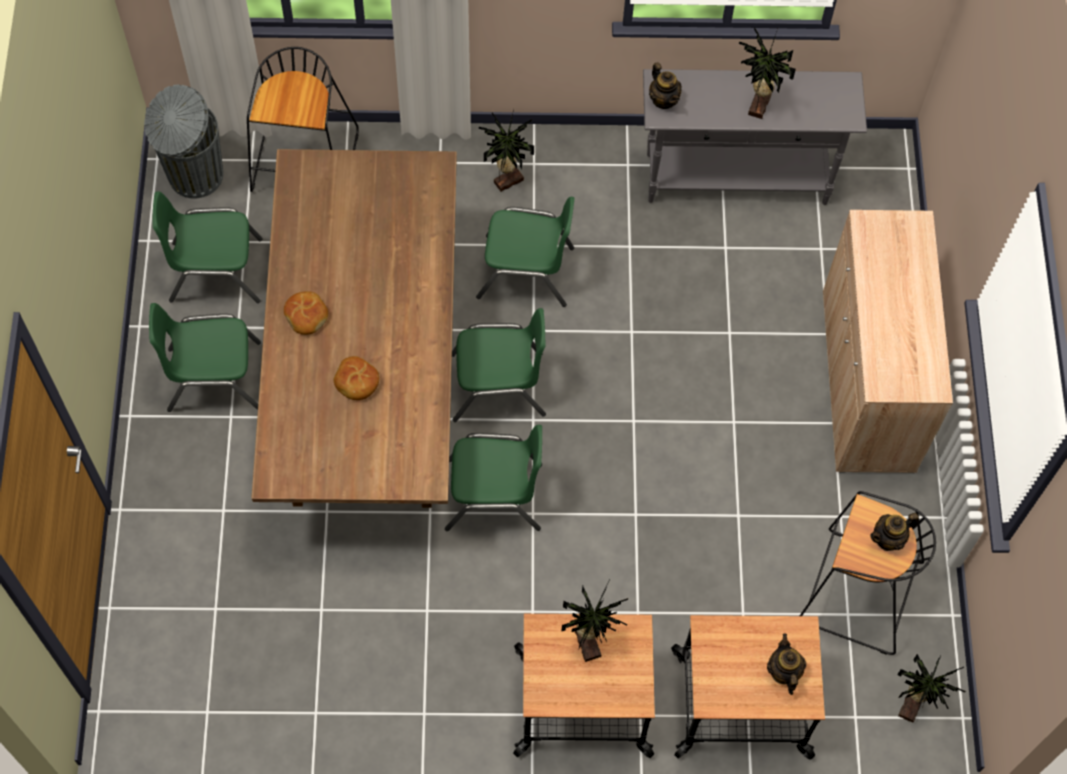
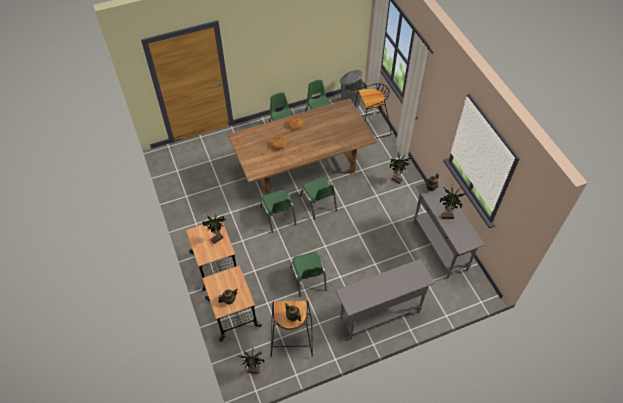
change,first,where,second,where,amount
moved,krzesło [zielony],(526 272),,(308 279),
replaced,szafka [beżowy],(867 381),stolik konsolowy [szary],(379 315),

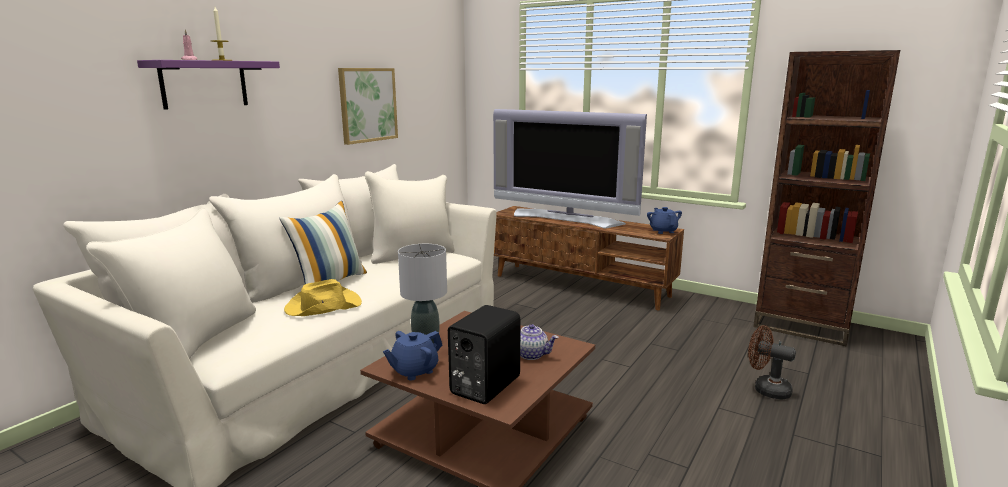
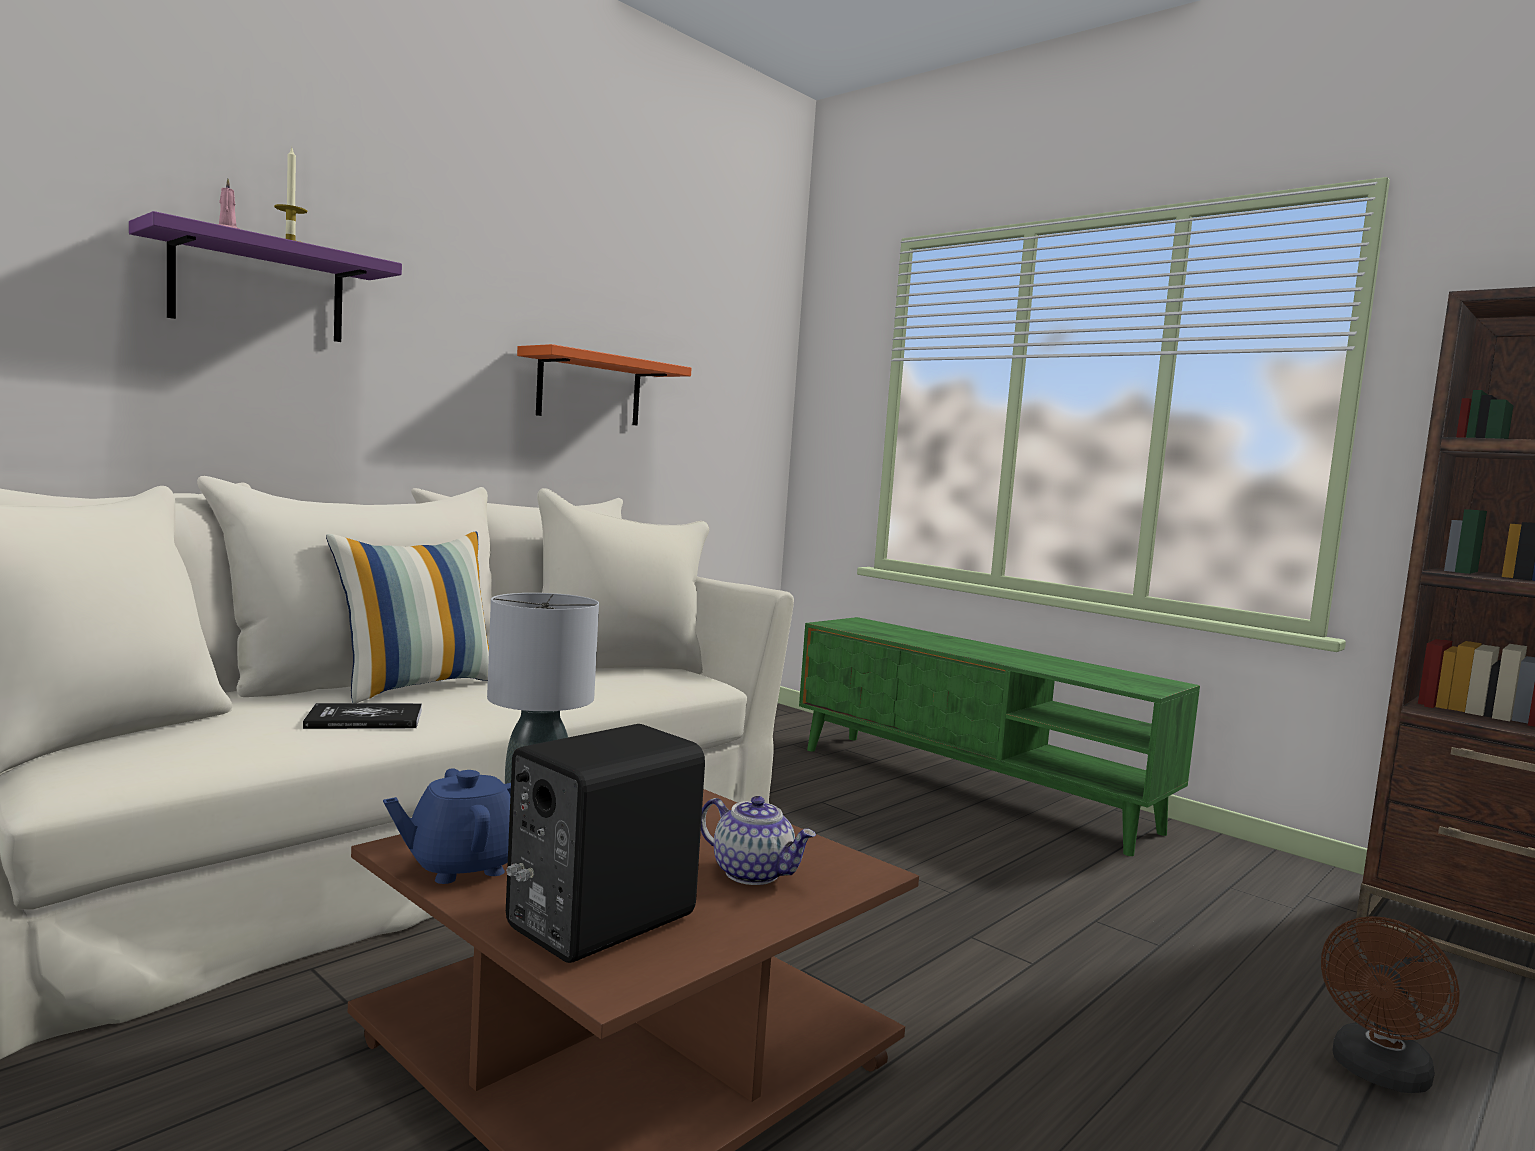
change,first,where,second,where,amount
replaced,obraz,(368 105),półka [pomarańczowy],(589 389),
removed,telewizor,(566 218),,,
recoloured,szafka pod telewizor [brązowy],(581 285),szafka pod telewizor [zielony],(971 788),
removed,imbryk [niebieski],(663 231),,,
replaced,kapelusz [żółty],(322 306),książka,(365 719),
turned,wentylator [brązowy],(766 389),,(1378 1074),90 degrees counterclockwise

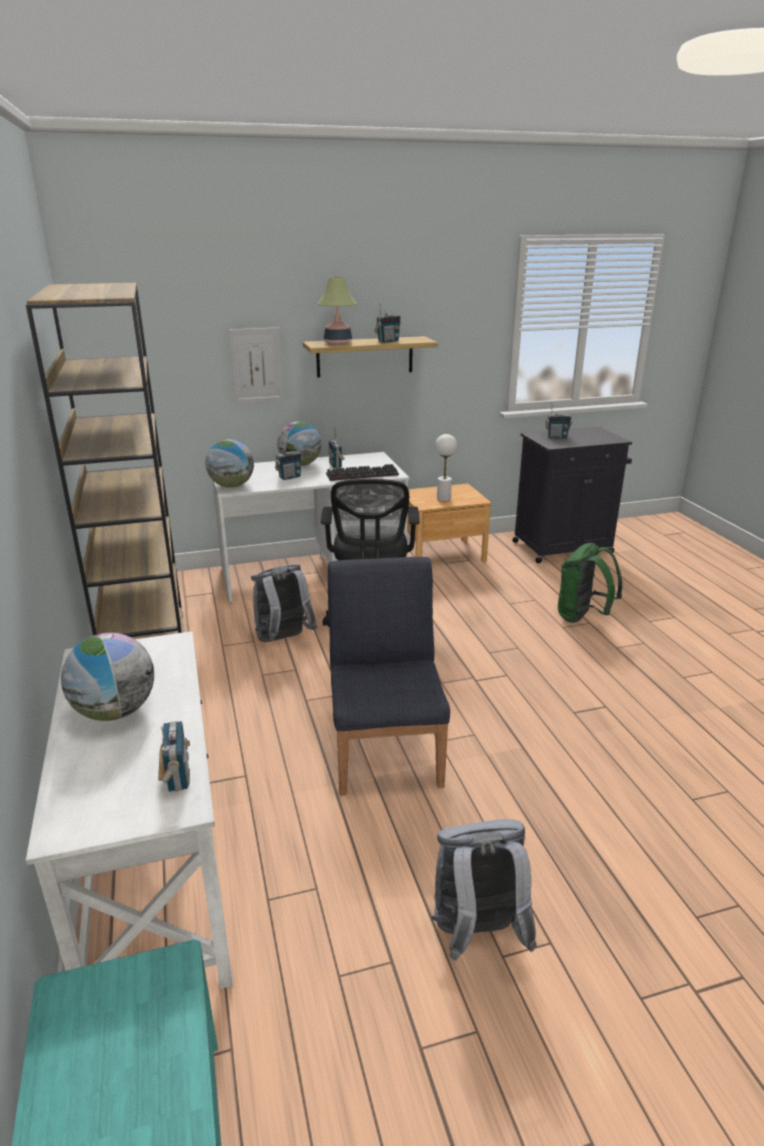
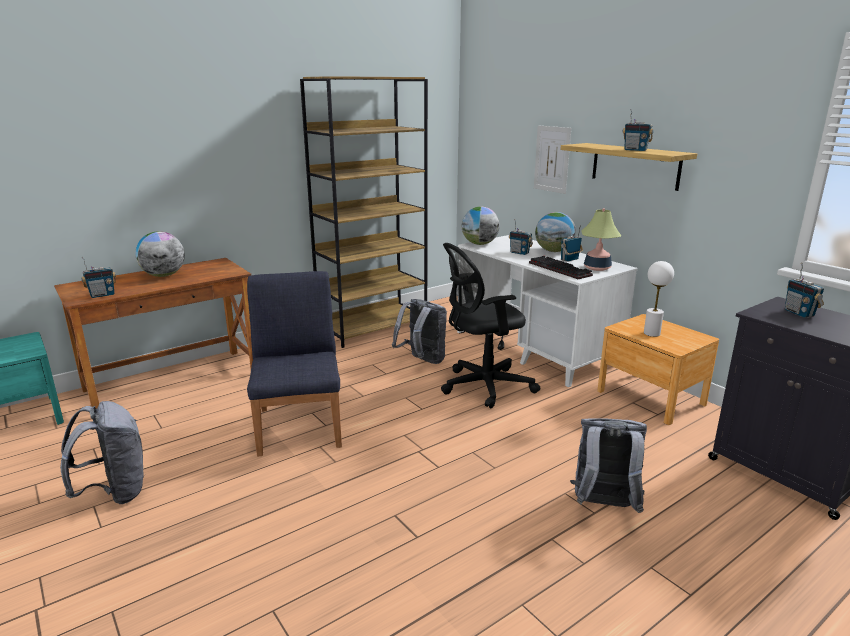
change,first,where,second,where,amount
moved,lampa stołowa,(338 342),,(597 268),
recoloured,plecak [zielony],(582 617),plecak [szary],(603 506),
turned,krzesło [niebieski],(386 750),,(300 426),75 degrees counterclockwise
recoloured,biurko [biały],(155 877),biurko [brązowy],(173 381),

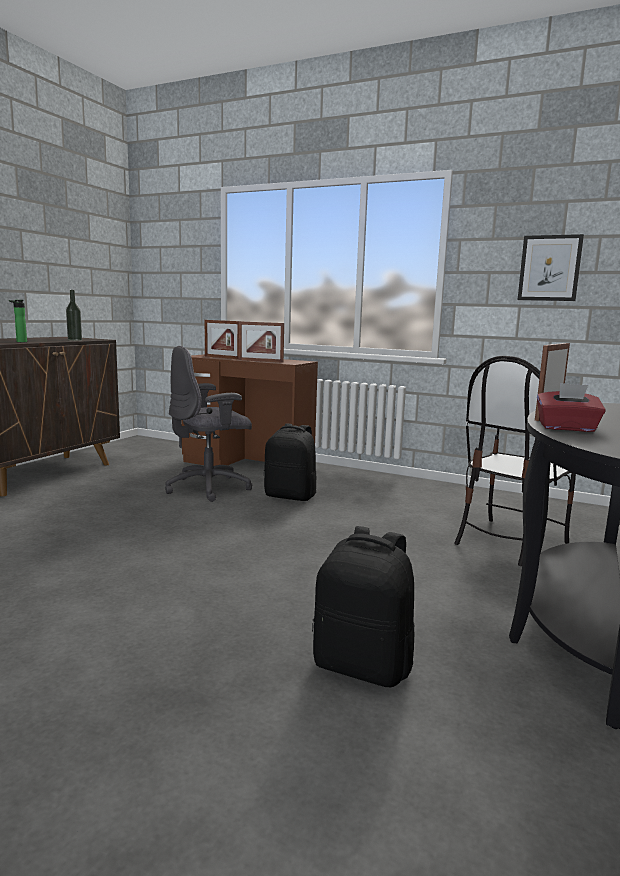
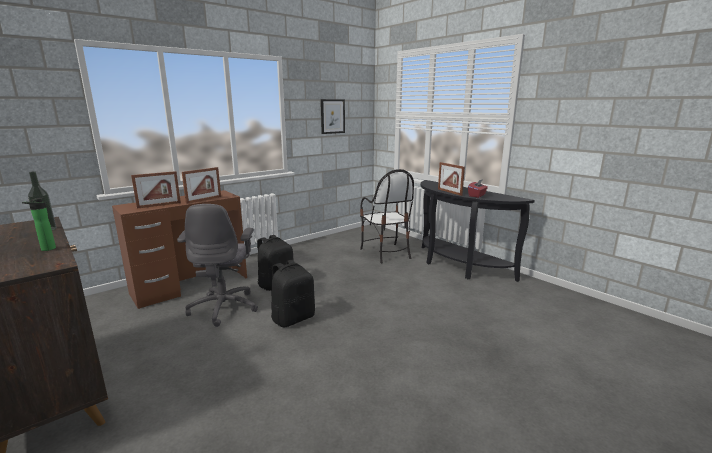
change,first,where,second,where,amount
moved,plecak [czarny],(363 665),,(293 318),

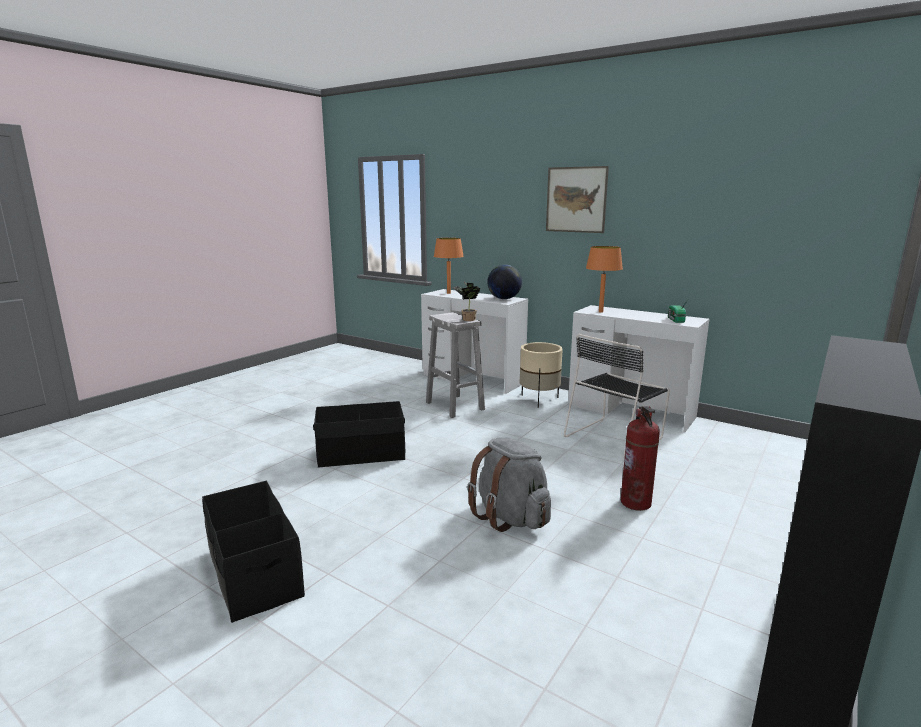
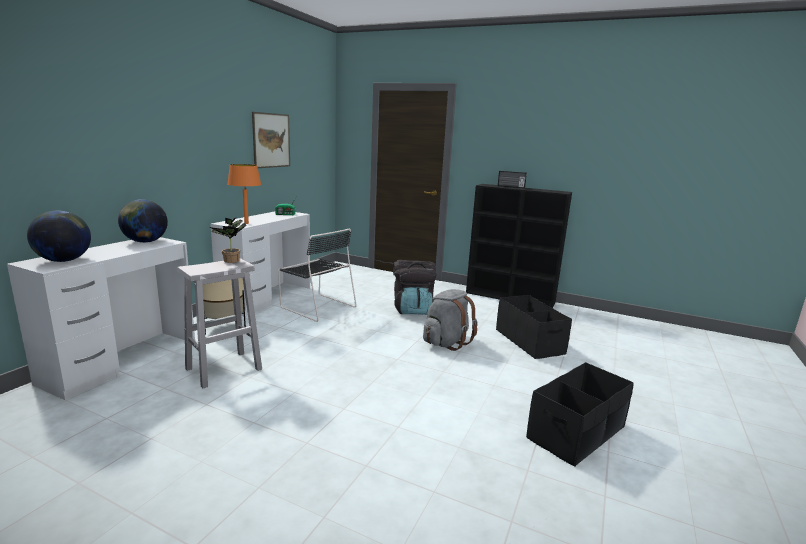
change,first,where,second,where,amount
moved,obraz,(576 199),,(271 140),
replaced,lampa stołowa [pomarańczowy],(448 293),globus,(64 260),
moved,pojemnik do przechowywania [czarny],(361 454),,(529 341),
replaced,gaśnica,(635 503),plecak [czarny],(412 310),
added,,,radio,(511 187),

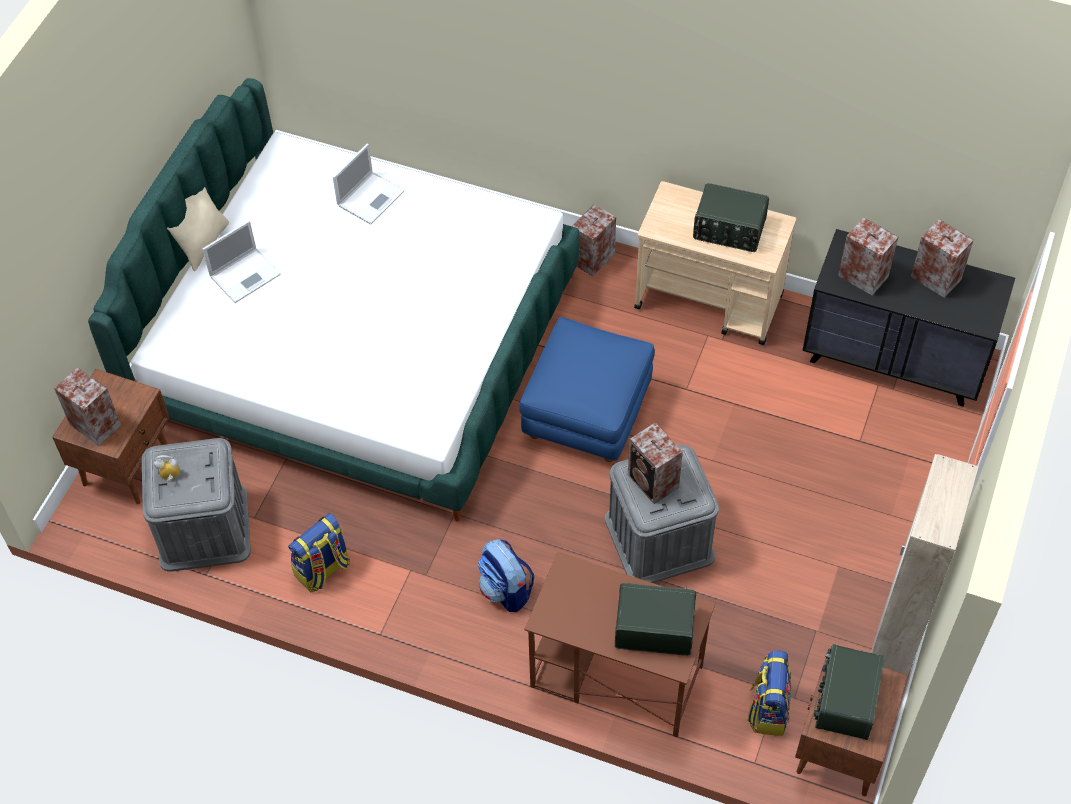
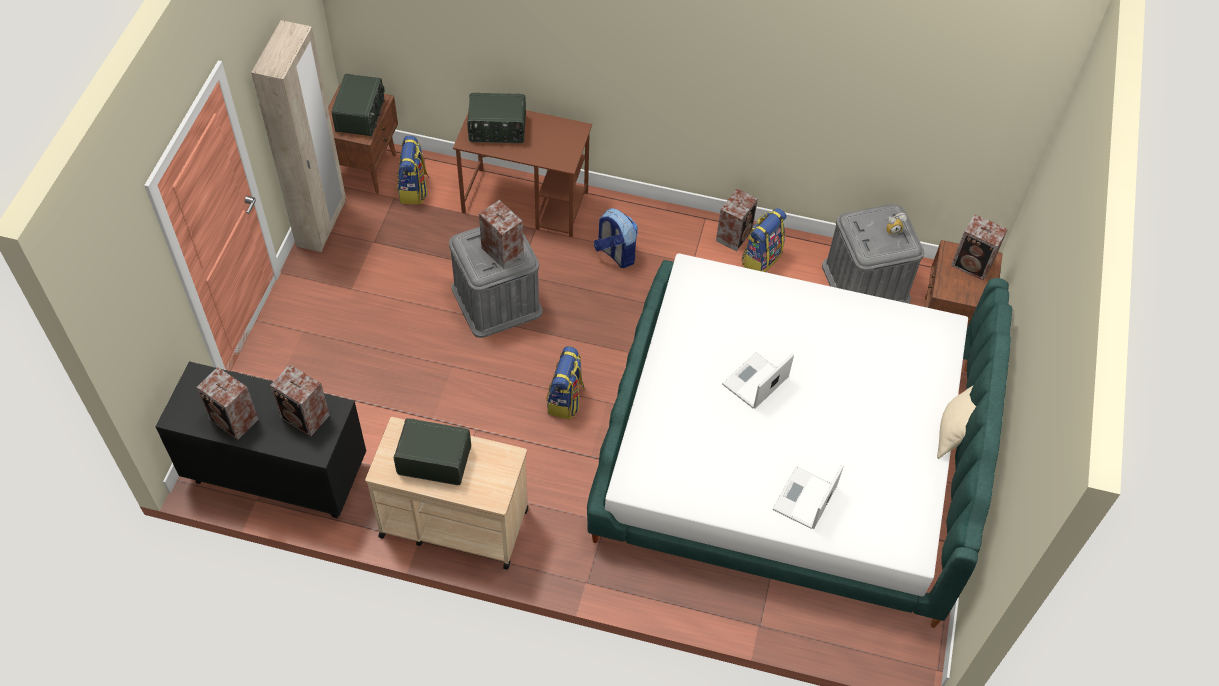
change,first,where,second,where,amount
moved,głośnik,(591 259),,(735 235),
moved,laptop,(246 274),,(754 382),
replaced,pufa [niebieski],(586 413),plecak,(565 400),

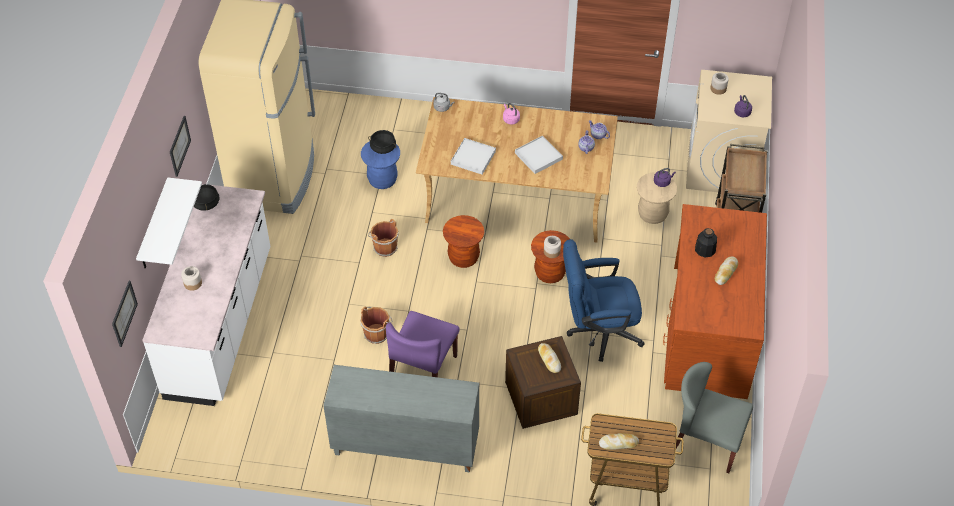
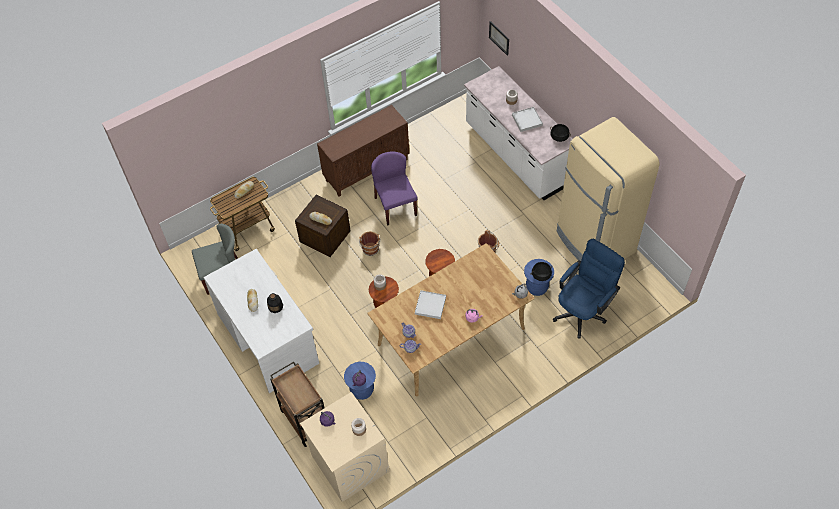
change,first,where,second,where,amount
removed,obraz,(179 146),,,
moved,taca [biały],(473 157),,(527 120),
recoloured,stołek [beżowy],(652 214),stołek [niebieski],(362 390),
removed,półka [biały],(154 226),,,
recoloured,biurko [brązowy],(708 331),biurko [biały],(268 337),
moved,krzesło biurowe [niebieski],(598 332),,(583 310),
moved,wiadro [brązowy],(377 333),,(371 250),
recoloured,szafka [szary],(404 446),szafka [brązowy],(367 169),

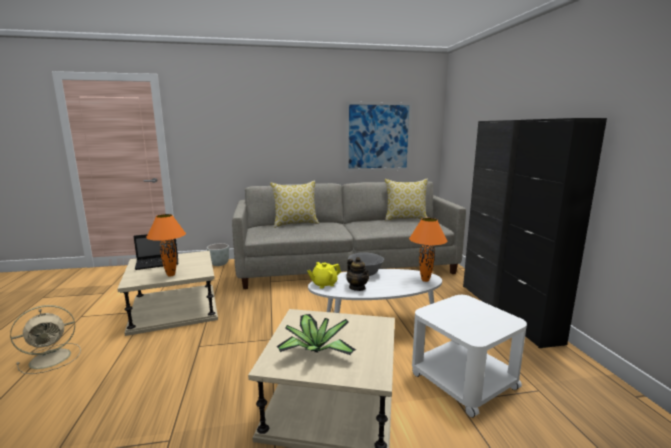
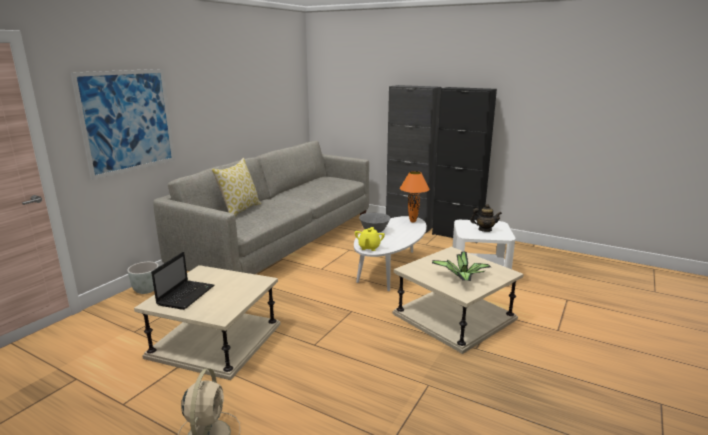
change,first,where,second,where,amount
moved,obraz,(378 137),,(128 121),
removed,poduszka,(405 219),,,
removed,lampa stołowa [pomarańczowy],(171 275),,,
moved,imbryk,(357 288),,(484 230),

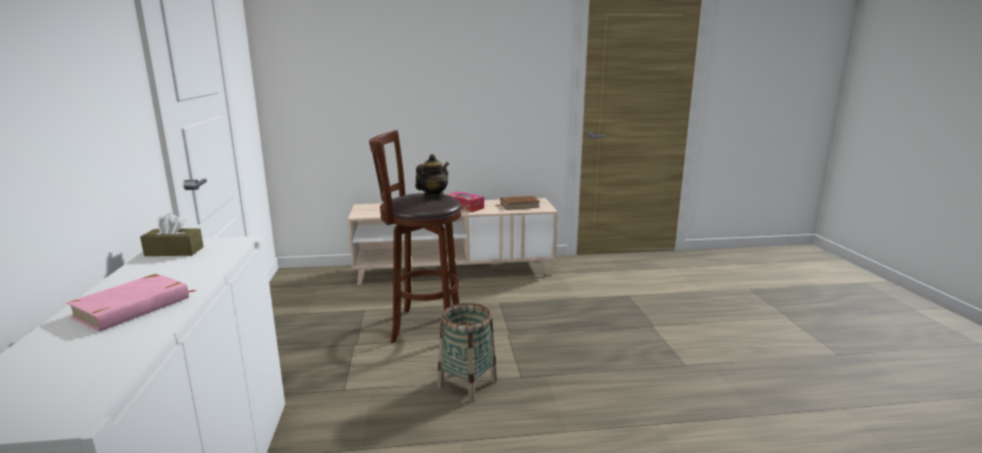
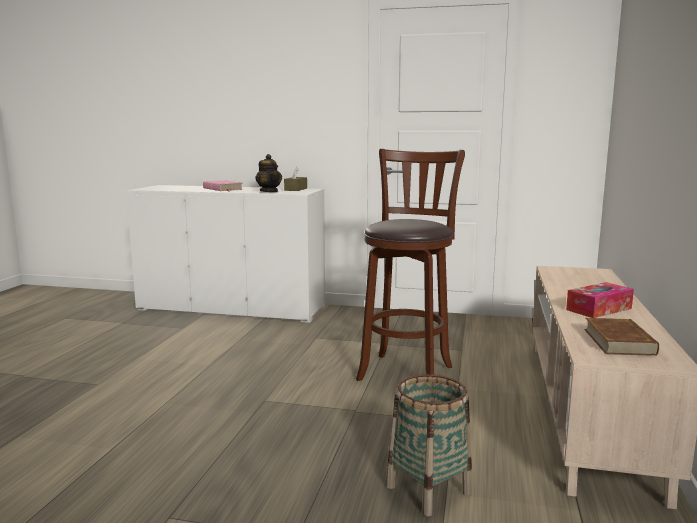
change,first,where,second,where,amount
moved,imbryk,(433 197),,(269 191),
moved,koszyk,(467 383),,(428 490),

